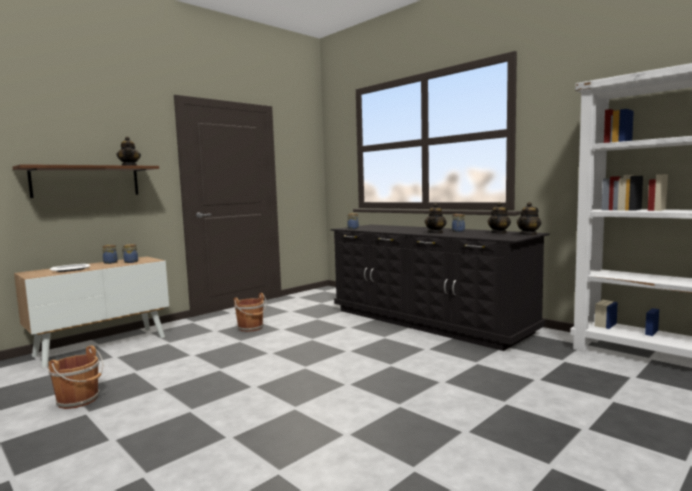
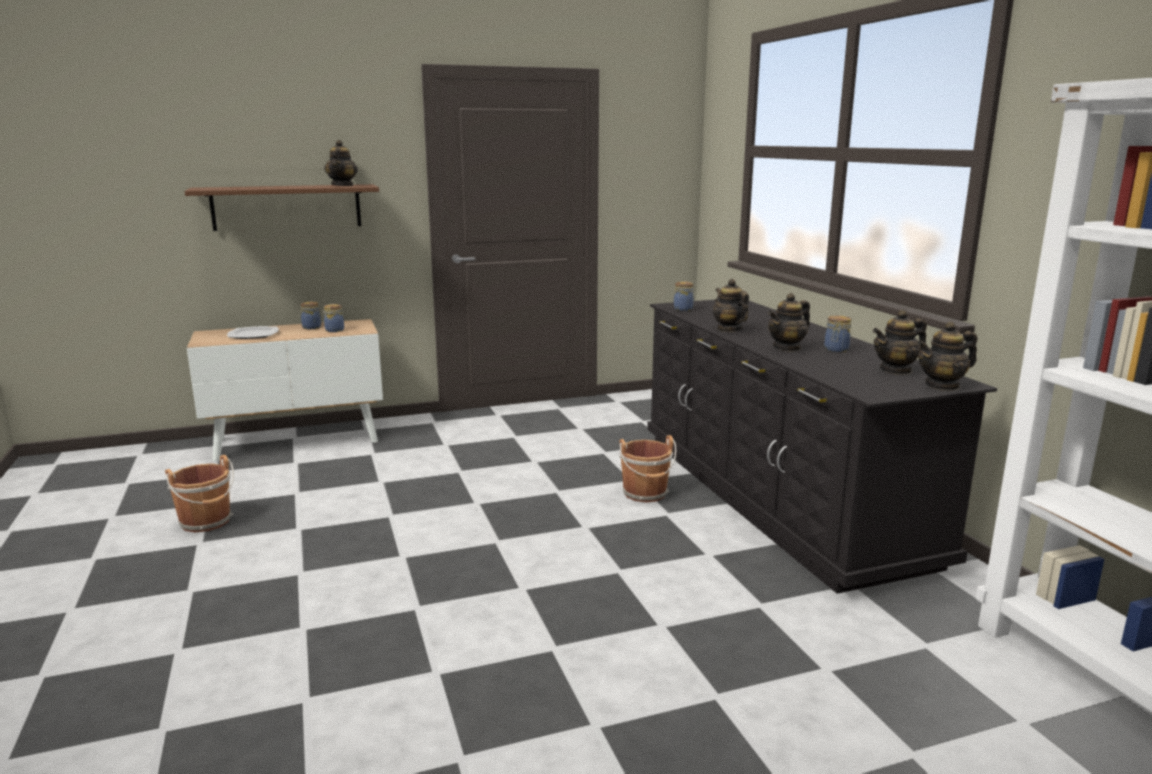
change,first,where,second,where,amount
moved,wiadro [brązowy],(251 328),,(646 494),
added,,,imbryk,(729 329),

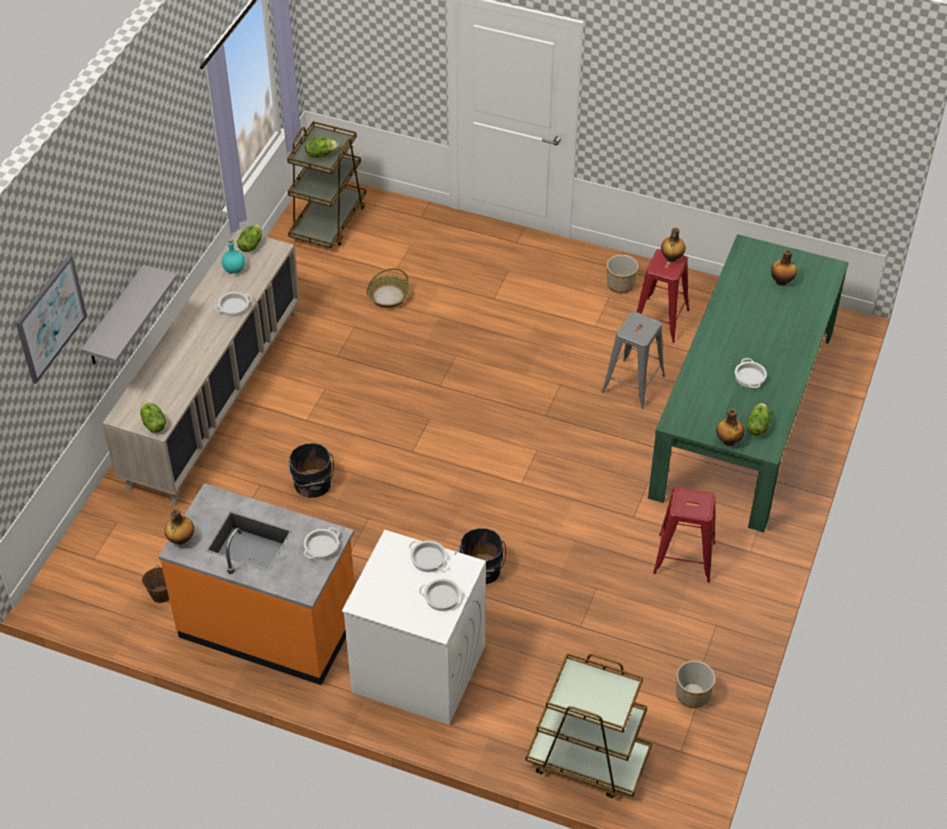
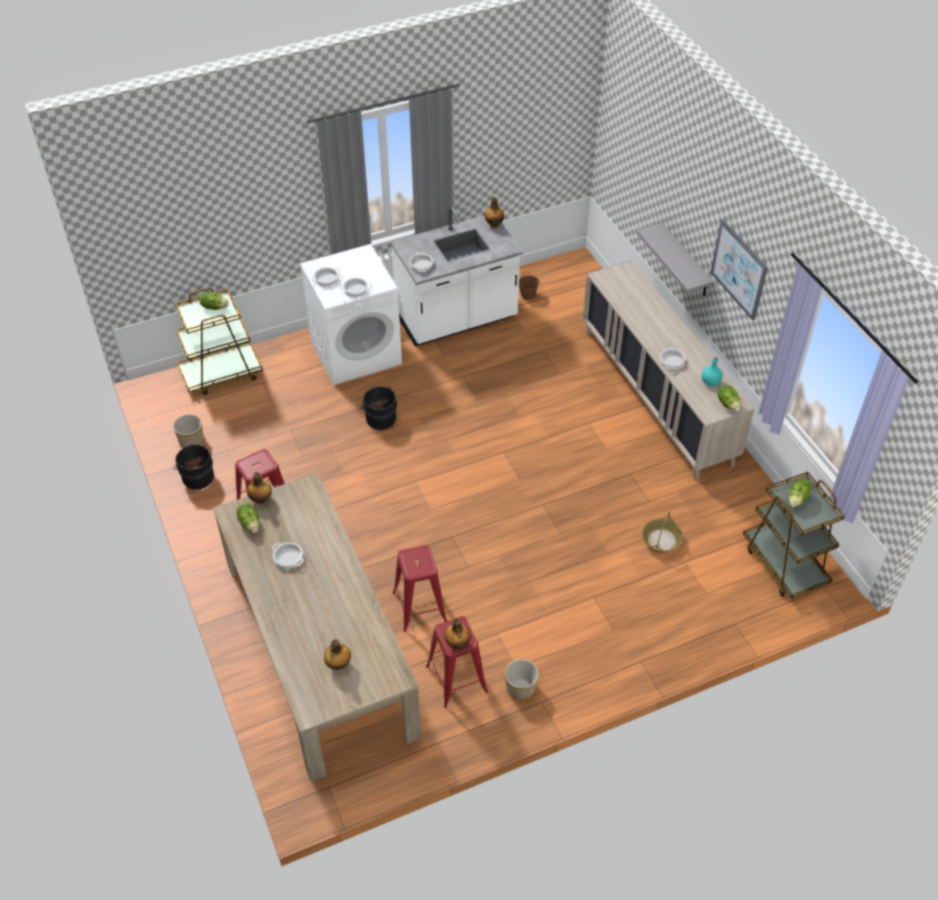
change,first,where,second,where,amount
recoloured,stół jadalny [zielony],(743 412),stół jadalny [beżowy],(319 646),
moved,obraz,(50 318),,(739 269),
recoloured,stołek [szary],(633 384),stołek [czerwony],(419 606),
moved,sałata,(153 424),,(214 307),
moved,wiadro [czarny],(312 485),,(197 477),
recoloured,zabudowa kuchenna [pomarańczowy],(269 625),zabudowa kuchenna [biały],(457 319),

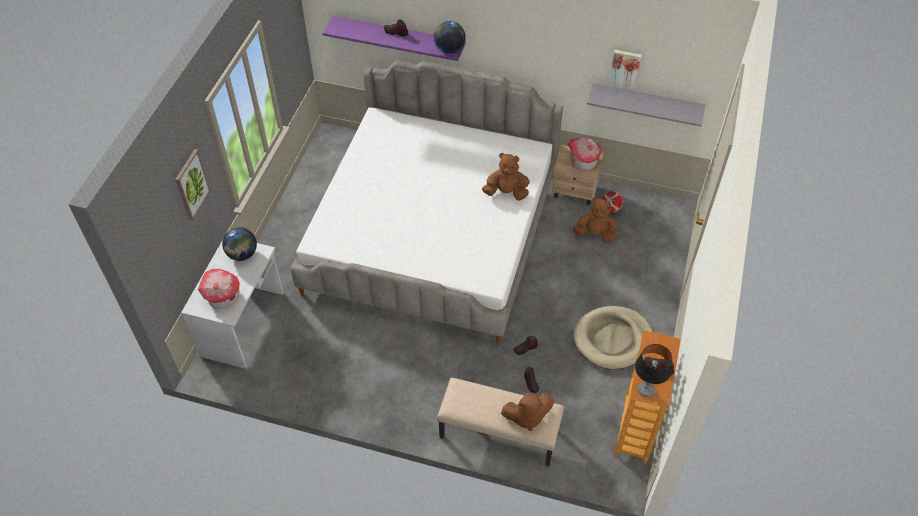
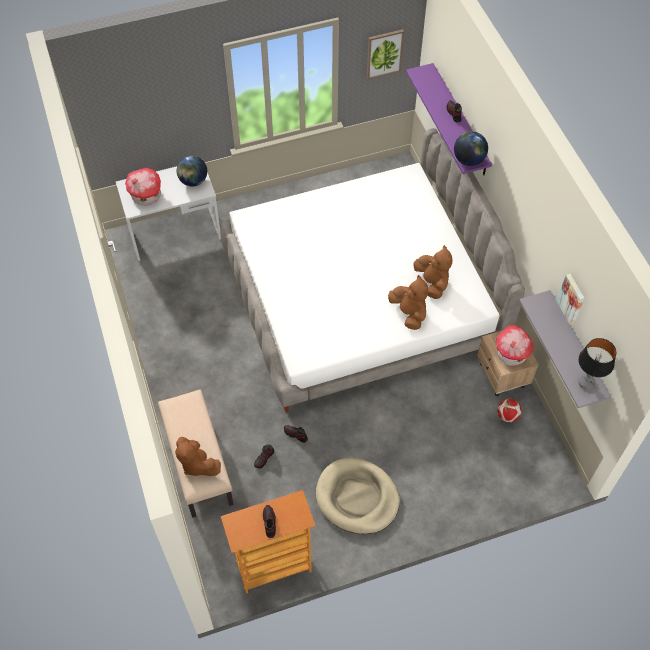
change,first,where,second,where,amount
moved,obraz,(192 184),,(384 53),
moved,pluszak [brązowy],(595 234),,(432 283),
moved,lampa stołowa,(646 390),,(586 382),

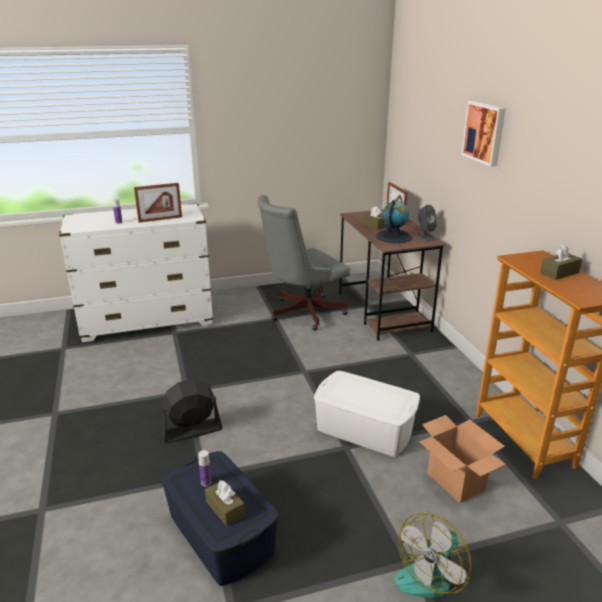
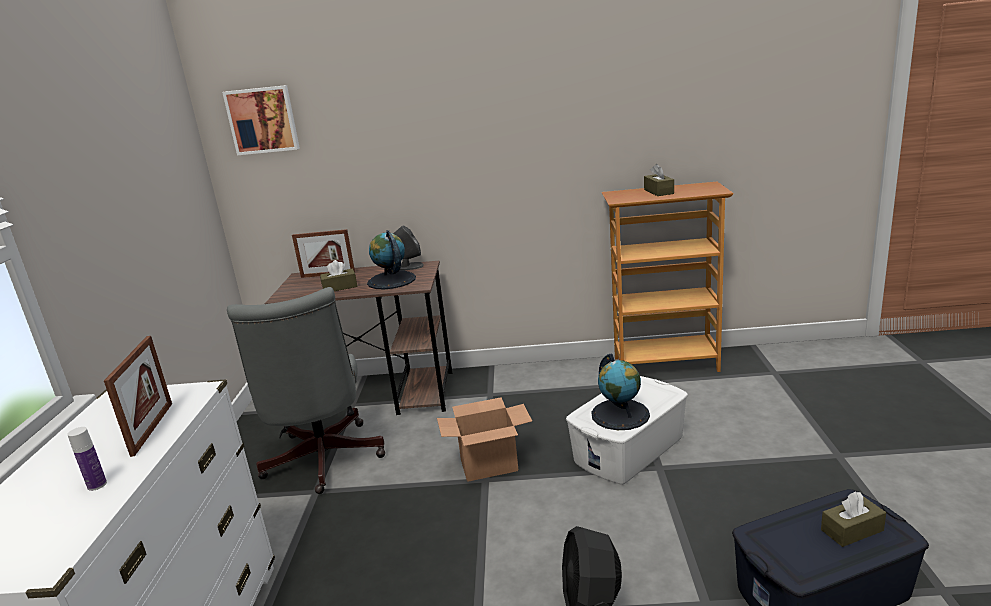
change,first,where,second,where,amount
moved,obraz,(485 132),,(263 120),
moved,karton,(456 482),,(489 465),
removed,butelka,(206 482),,,
removed,wentylator,(431 573),,,
added,,,globus,(620 414),

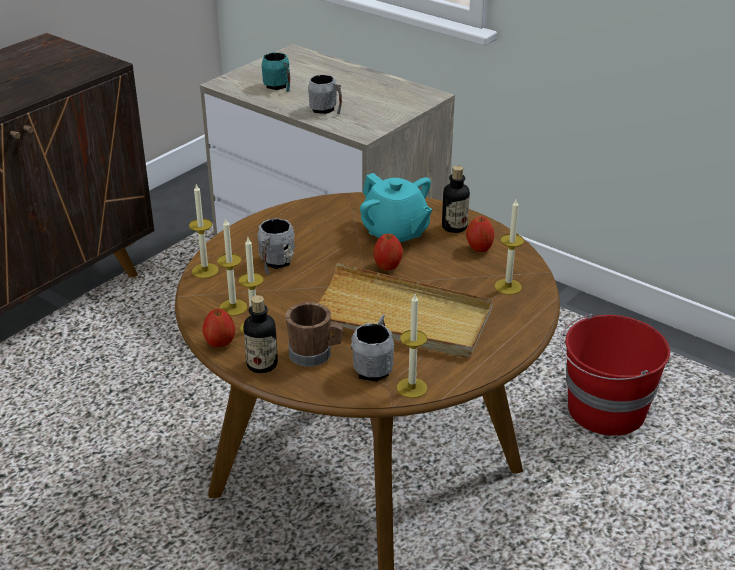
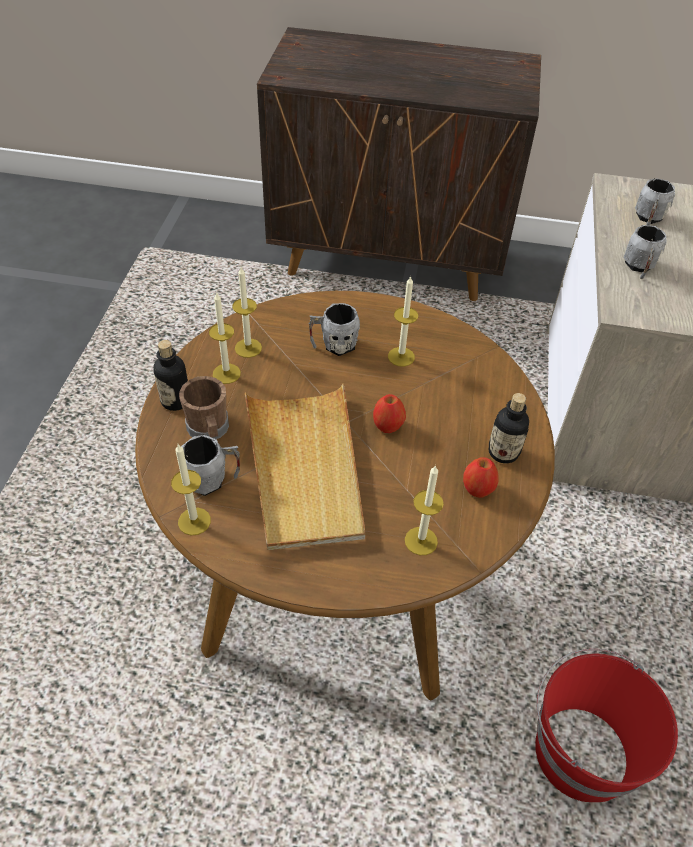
change,first,where,second,where,amount
recoloured,kubek [turkusowy],(279 87),kubek [szary],(648 219),
removed,imbryk [turkusowy],(395 233),,,
moved,świeca,(205 270),,(401 356),
removed,jabłko,(220 343),,,

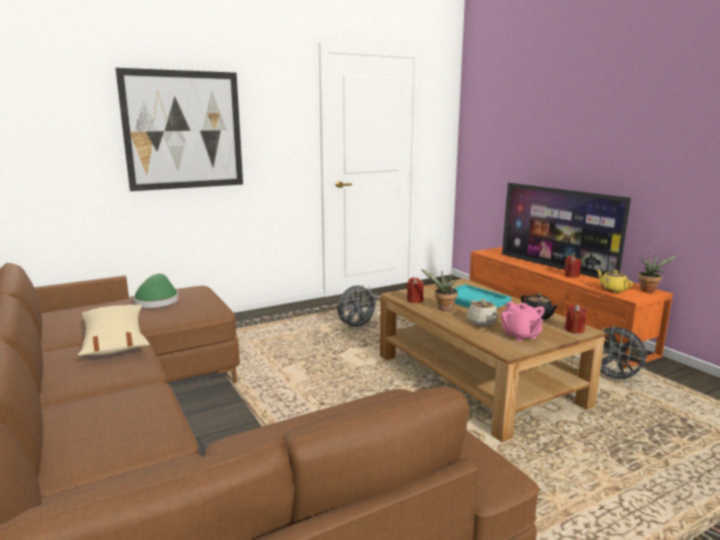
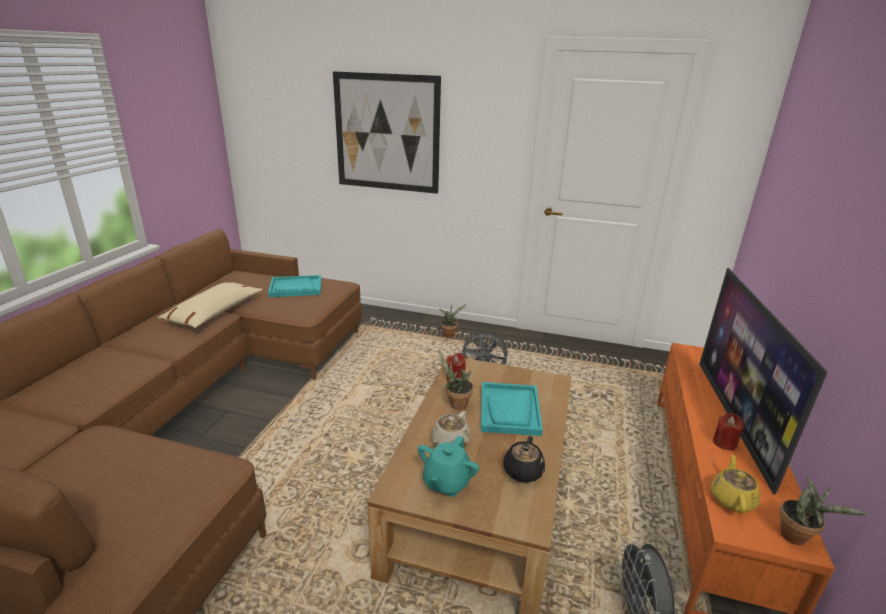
change,first,where,second,where,amount
replaced,kapelusz [zielony],(157 301),taca [turkusowy],(295 288),
recoloured,imbryk [różowy],(520 335),imbryk [turkusowy],(446 483),
removed,świeca [czerwony],(574 329),,,
added,,,roślina doniczkowa,(449 334),

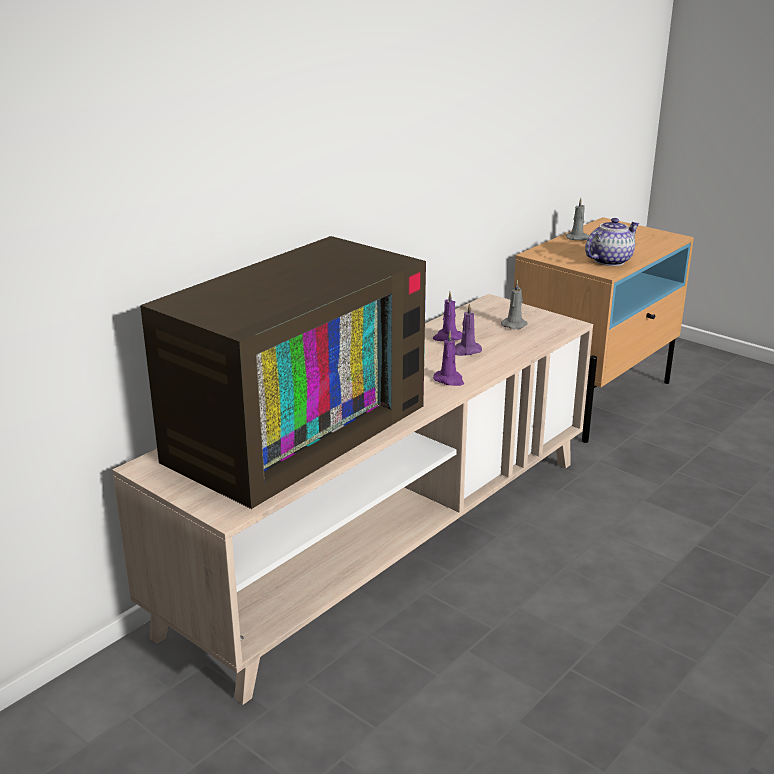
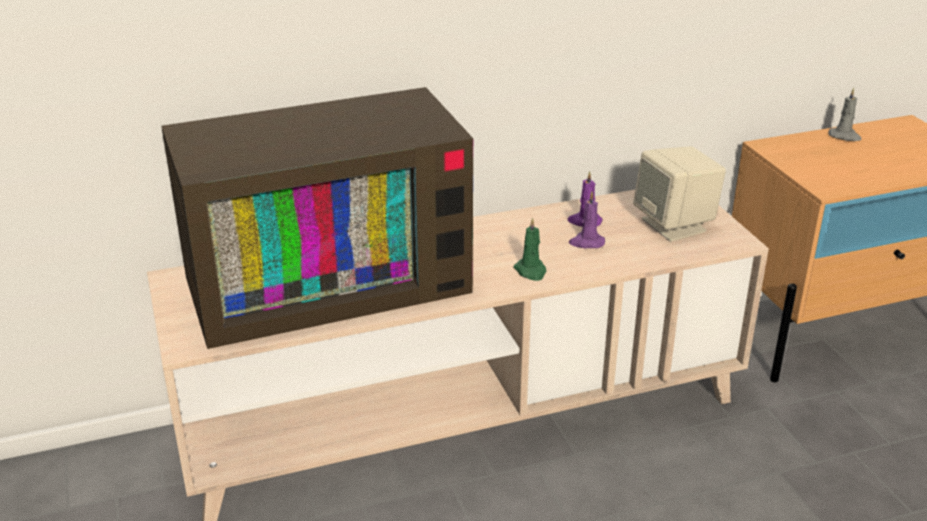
change,first,where,second,where,amount
removed,imbryk,(609 261),,,
replaced,świeca [szary],(515 325),głośnik [beżowy],(675 225),
recoloured,świeca [fioletowy],(449 380),świeca [zielony],(531 271),

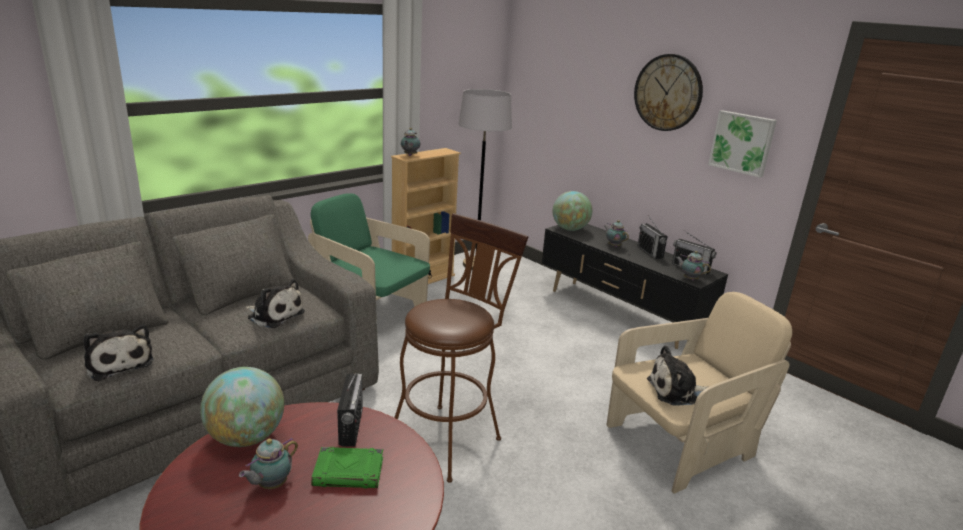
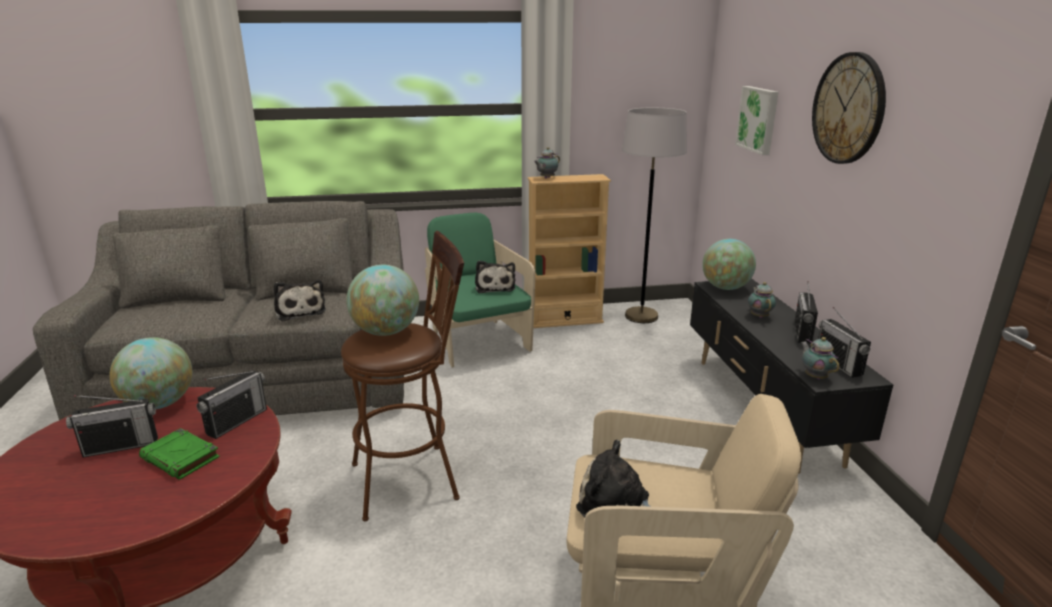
change,first,where,second,where,amount
moved,obraz,(742 143),,(758 119),
moved,pluszak,(119 362),,(495 287),
replaced,imbryk,(271 485),radio,(121 446),
added,,,globus,(386 332),

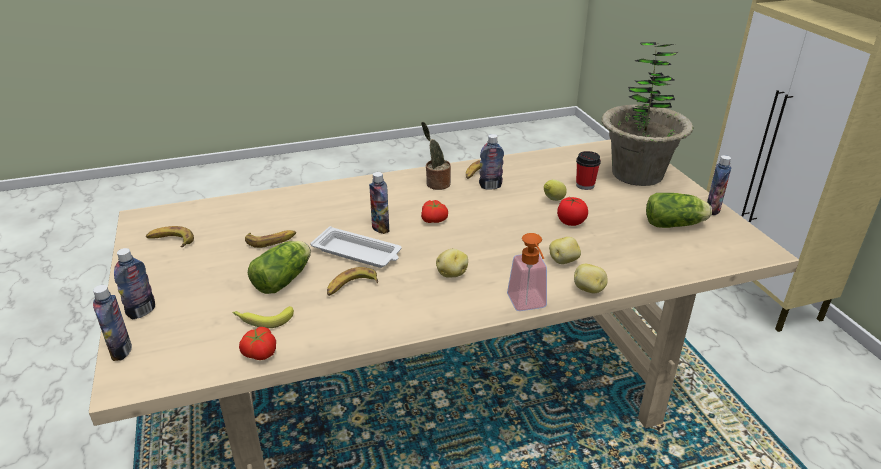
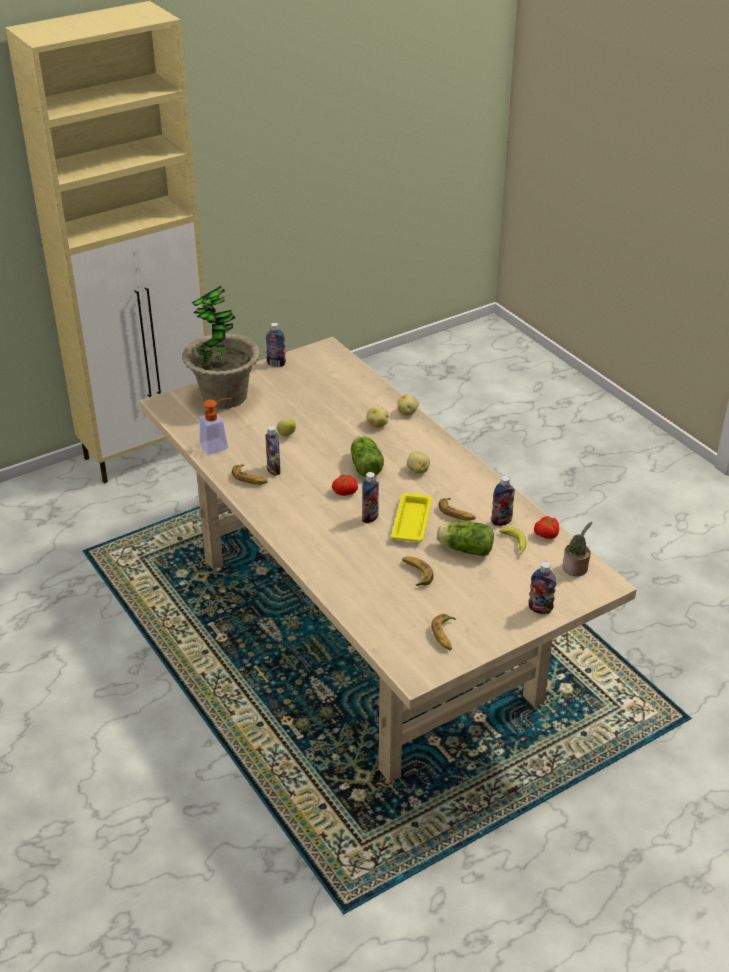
change,first,where,second,where,amount
moved,roślina doniczkowa,(436 184),,(576 569),
removed,filiżanka,(585 185),,,
moved,sałata,(676 224),,(365 465),
removed,pomidor,(571 222),,,
recoloured,taca [biały],(358 253),taca [żółty],(412 521),
moved,dozownik mydła,(529 305),,(218 445),
moved,butelka,(121 351),,(501 521),

